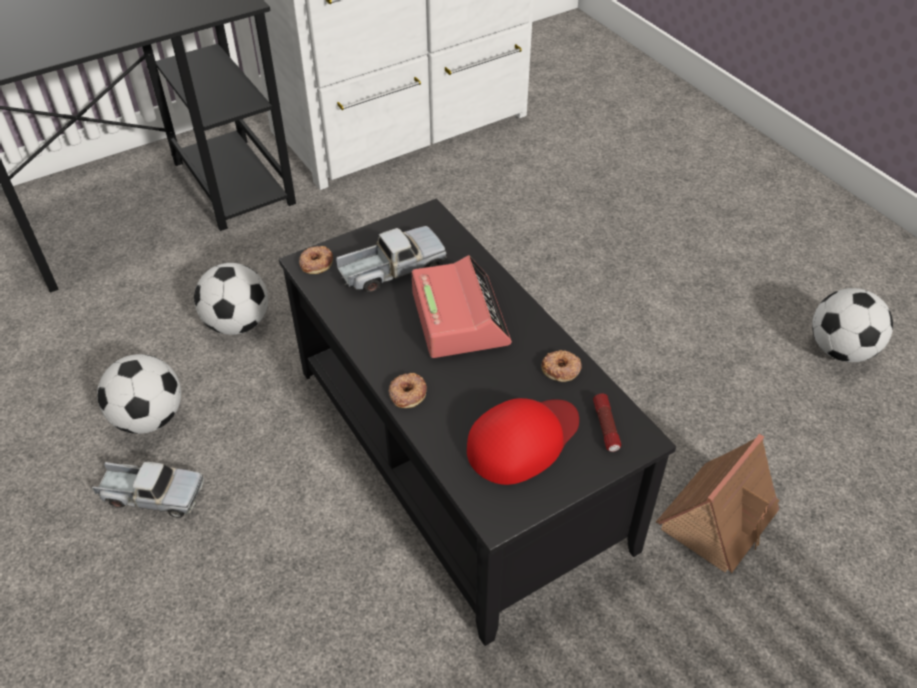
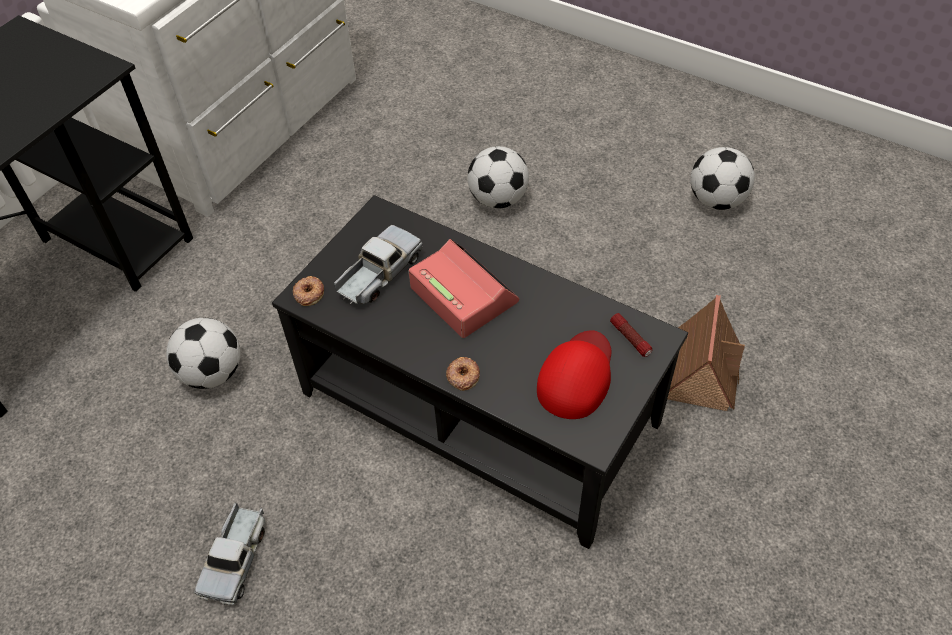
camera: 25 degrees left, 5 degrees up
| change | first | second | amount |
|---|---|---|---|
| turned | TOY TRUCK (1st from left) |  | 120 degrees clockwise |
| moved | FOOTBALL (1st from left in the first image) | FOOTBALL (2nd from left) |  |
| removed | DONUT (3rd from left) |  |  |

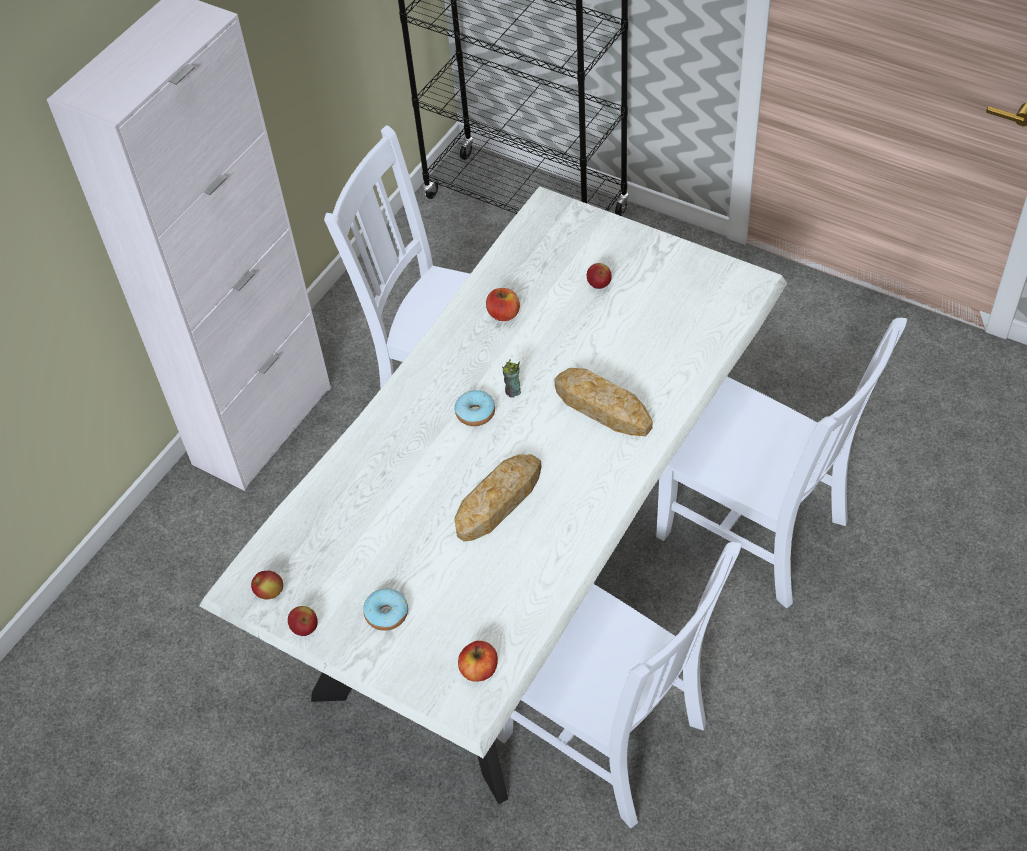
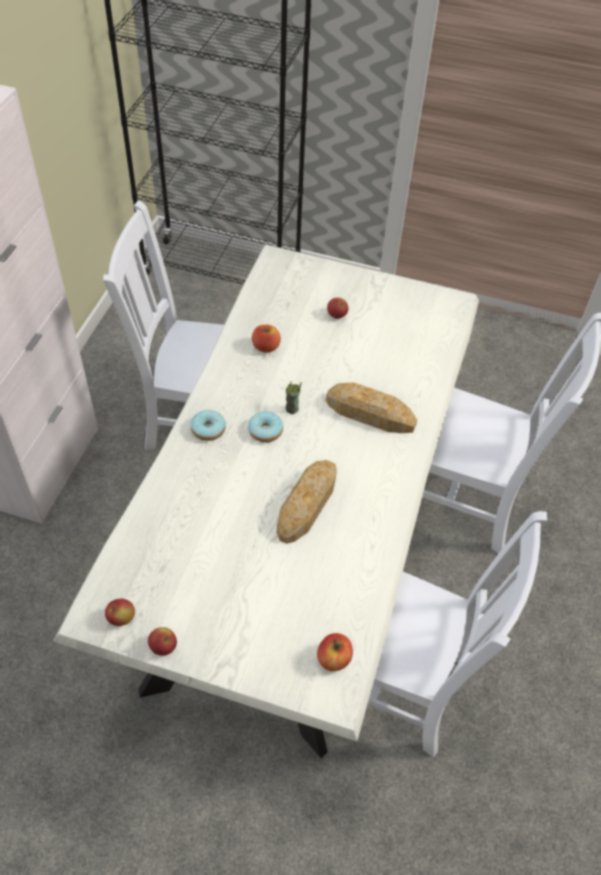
camera: 20 degrees left, 0 degrees up
| change | first | second | amount |
|---|---|---|---|
| moved | DONUT (1st from left) |  |  |

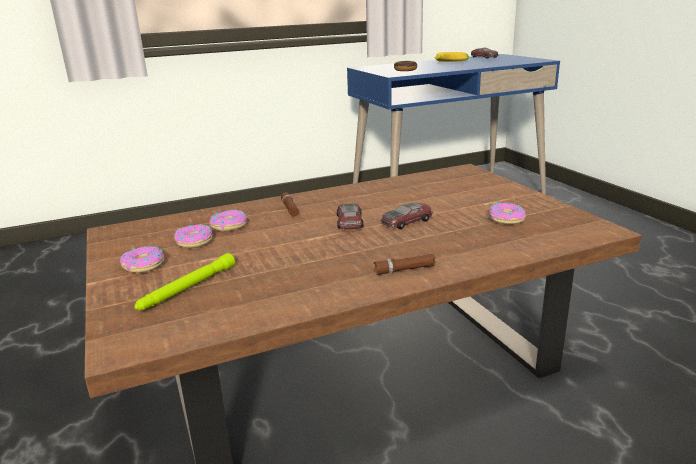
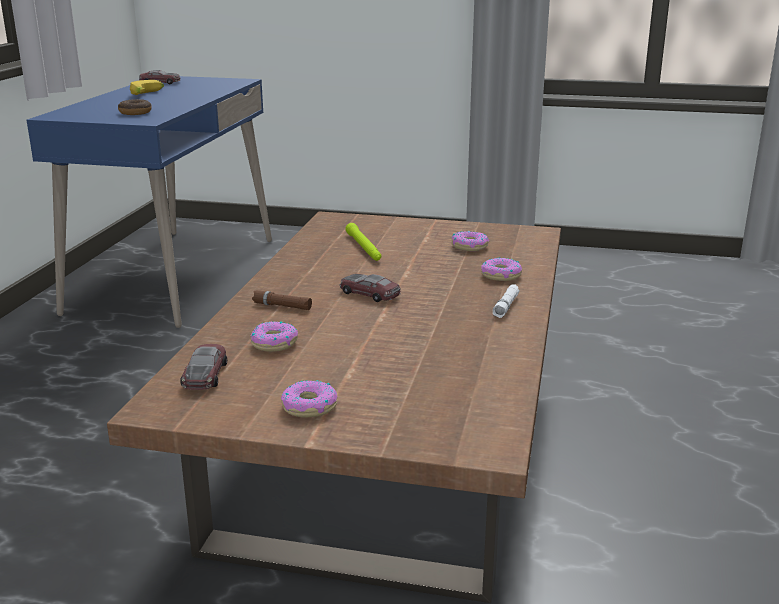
camera: 55 degrees left, 0 degrees up
| change | first | second | amount |
|---|---|---|---|
| moved | TOY CAR (2nd from left) |  |  |
| moved | GREEN FLASHLIGHT |  |  |
| moved | DONUT (2nd from left in the first image) | DONUT (5th from left) |  |
| recoloured | BROWN FLASHLIGHT (2nd from left) | WHITE FLASHLIGHT |  |

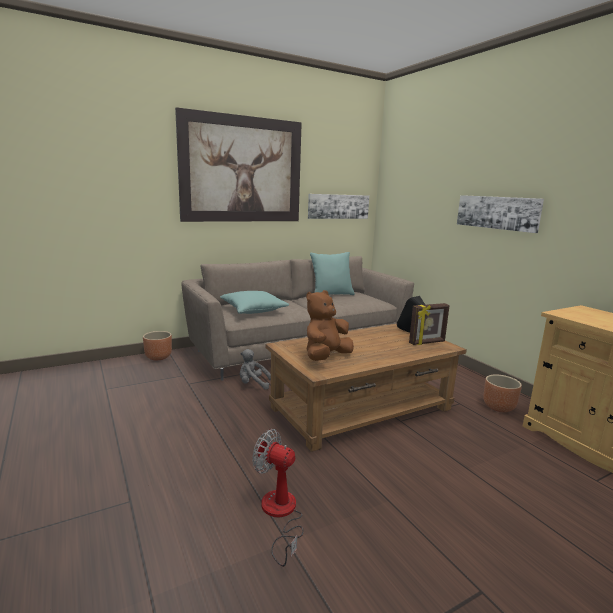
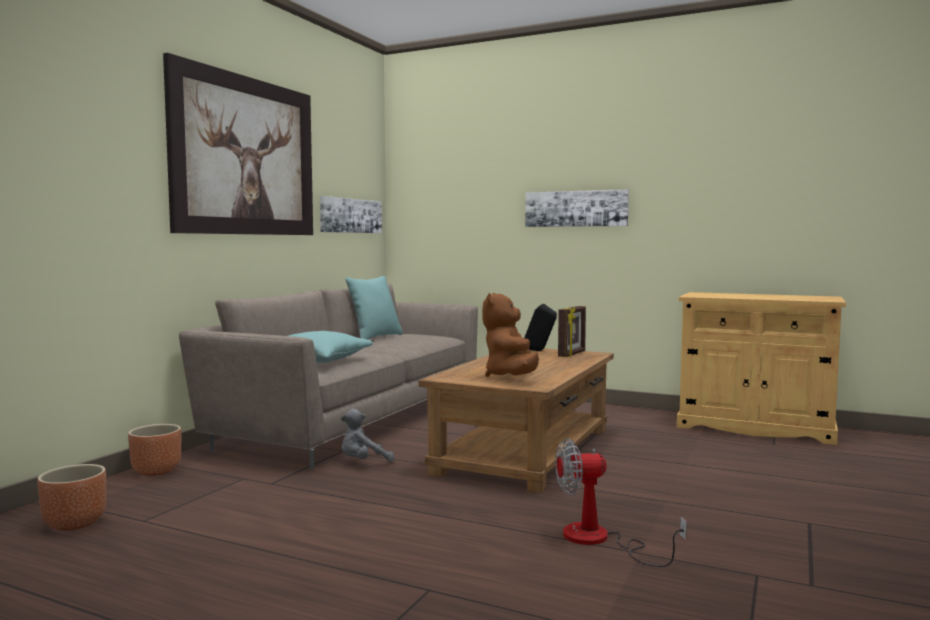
camera: 35 degrees left, 10 degrees down
| change | first | second | amount |
|---|---|---|---|
| moved | BROWN PLANTER (2nd from left in the first image) | BROWN PLANTER (1st from left) |  |

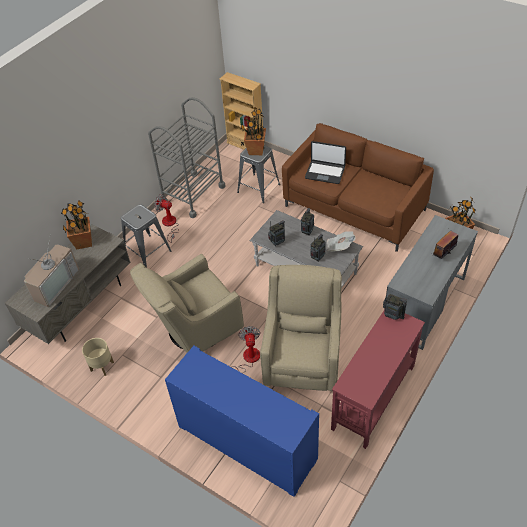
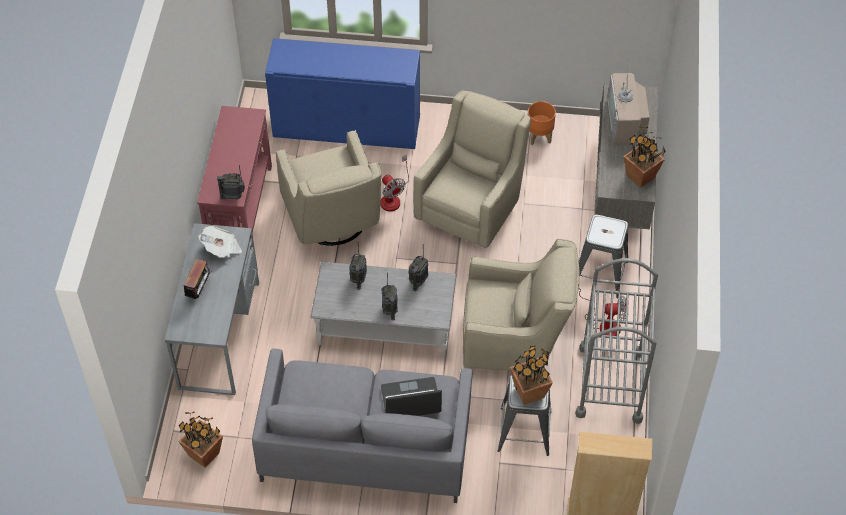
camera: 150 degrees right, 5 degrees up
| change | first | second | amount |
|---|---|---|---|
| moved | NEWSPAPER |  |  |
| recoloured | BROWN SOFA | GREY SOFA |  |
| added |  | BEIGE ARMCHAIR (3rd from left) |  |
| recoloured | BEIGE PLANTER | ORANGE PLANTER |  |

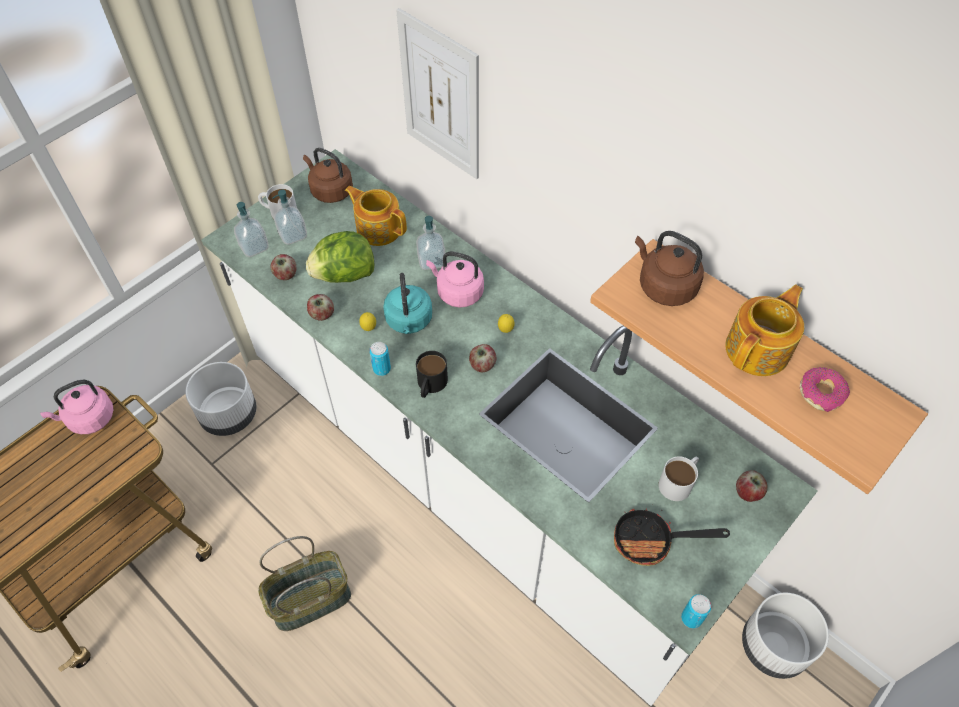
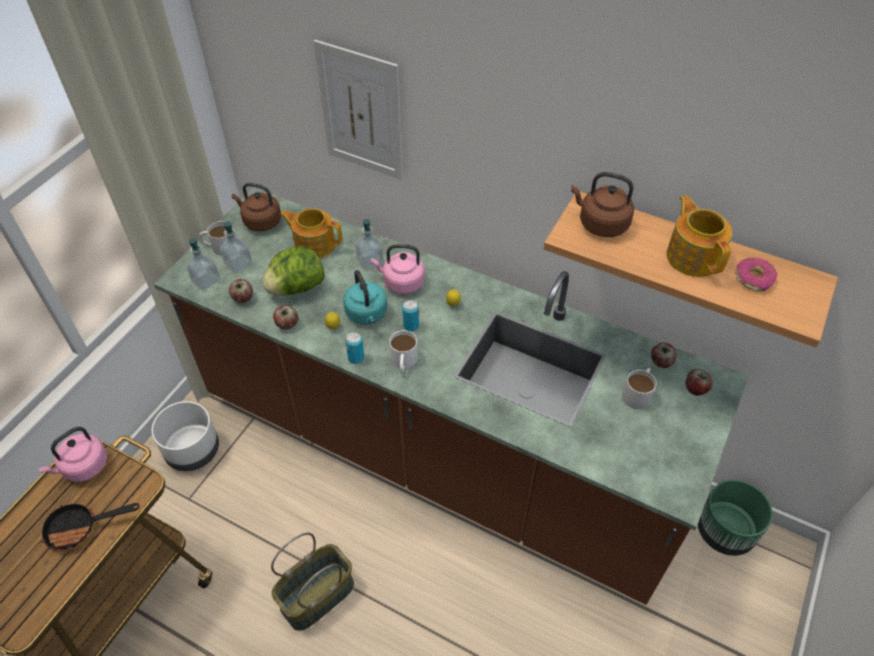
camera: 15 degrees left, 5 degrees down
| change | first | second | amount |
|---|---|---|---|
| moved | FRYING PAN |  |  |
| recoloured | WHITE COUNTER | BROWN COUNTER |  |
| recoloured | BLACK MUG | WHITE MUG (2nd from left) |  |
| moved | CAN (2nd from left) |  |  |
| moved | APPLE (3rd from left) |  |  |
| turned | TEAPOT (2nd from left) |  | 45 degrees counterclockwise |
| recoloured | WHITE PLANTER (2nd from left) | GREEN PLANTER |  |

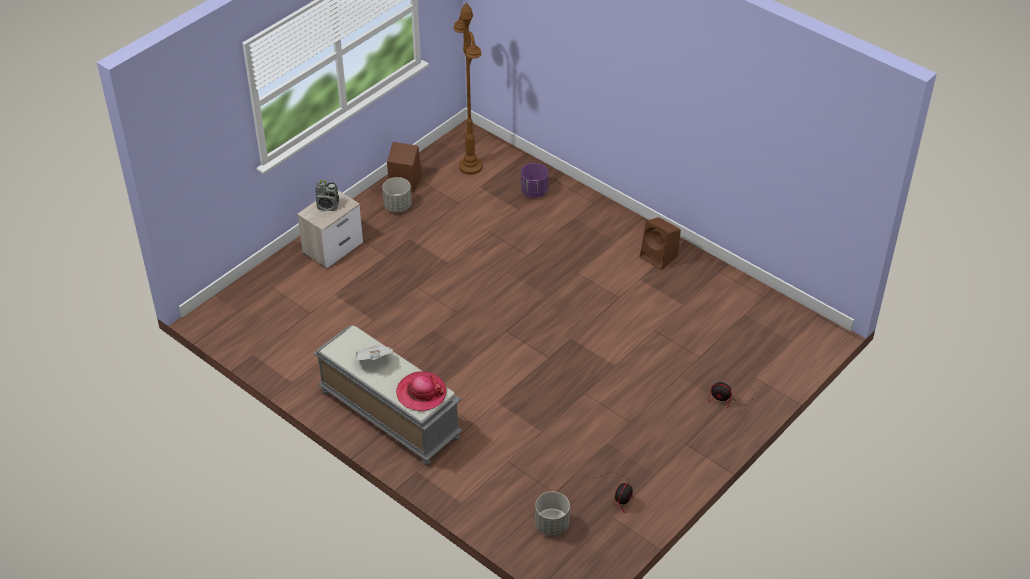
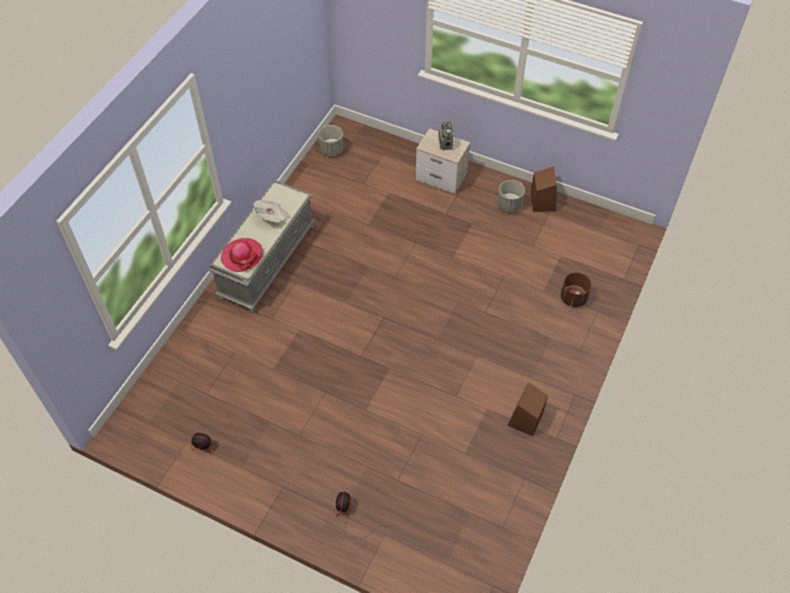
camera: 75 degrees right, 10 degrees up
| change | first | second | amount |
|---|---|---|---|
| moved | GREY PLANTER (2nd from left in the first image) | GREY PLANTER (1st from left) |  |
| recoloured | PURPLE PLANTER | BROWN PLANTER |  |
| removed | BROWN FLOOR LAMP |  |  |

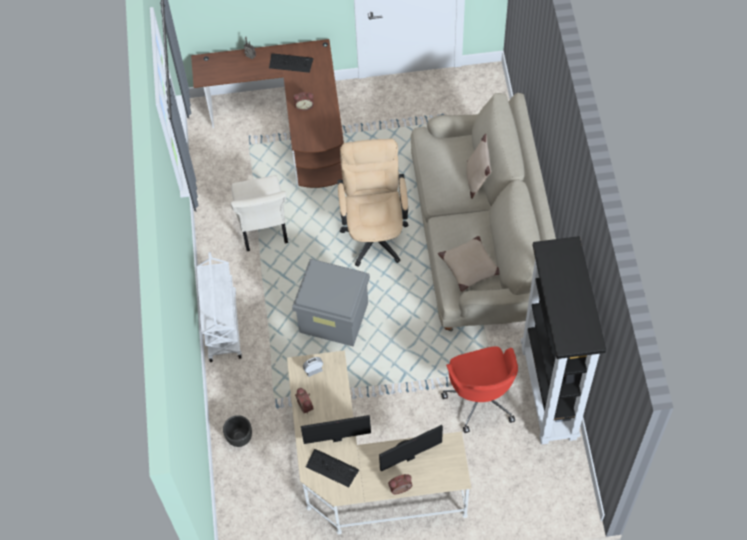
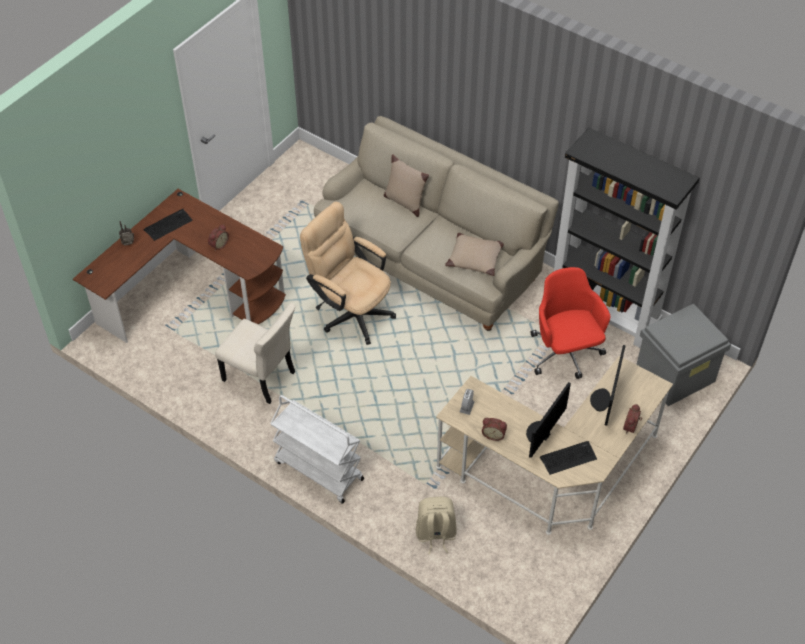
camera: 50 degrees left, 10 degrees down
| change | first | second | amount |
|---|---|---|---|
| replaced | BLACK PLANTER | BEIGE BACKPACK |  |
| turned | RED OFFICE CHAIR |  | 135 degrees counterclockwise |
| moved | GREY STORAGE BOX |  |  |

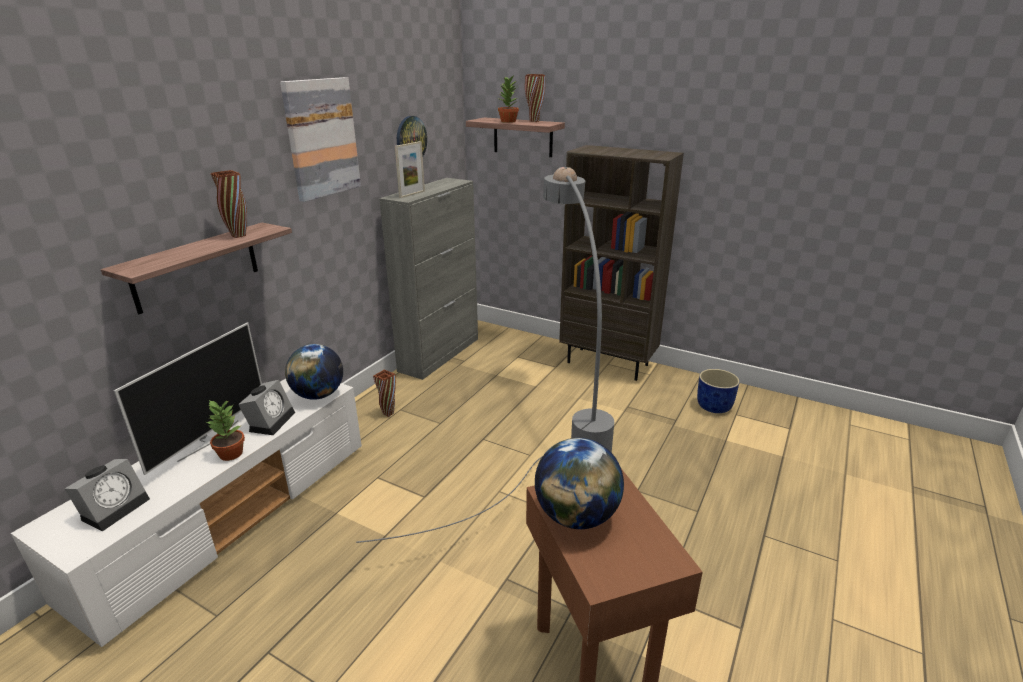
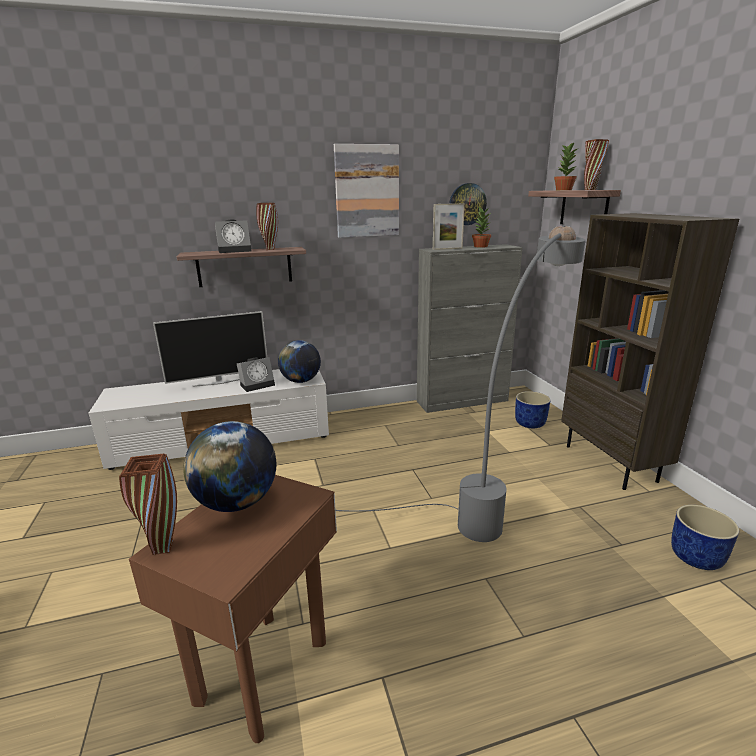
camera: 45 degrees right, 5 degrees down
| change | first | second | amount |
|---|---|---|---|
| moved | BROWN VASE (2nd from left in the first image) | BROWN VASE (1st from left) |  |
| moved | ALARM CLOCK (1st from left) |  |  |
| moved | POTTED PLANT (1st from left) |  |  |
| added |  | BLUE PLANTER (1st from left) |  |

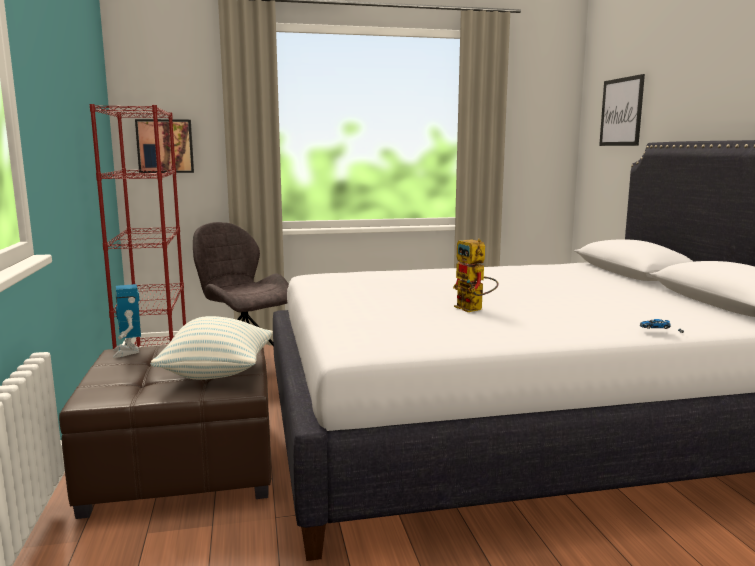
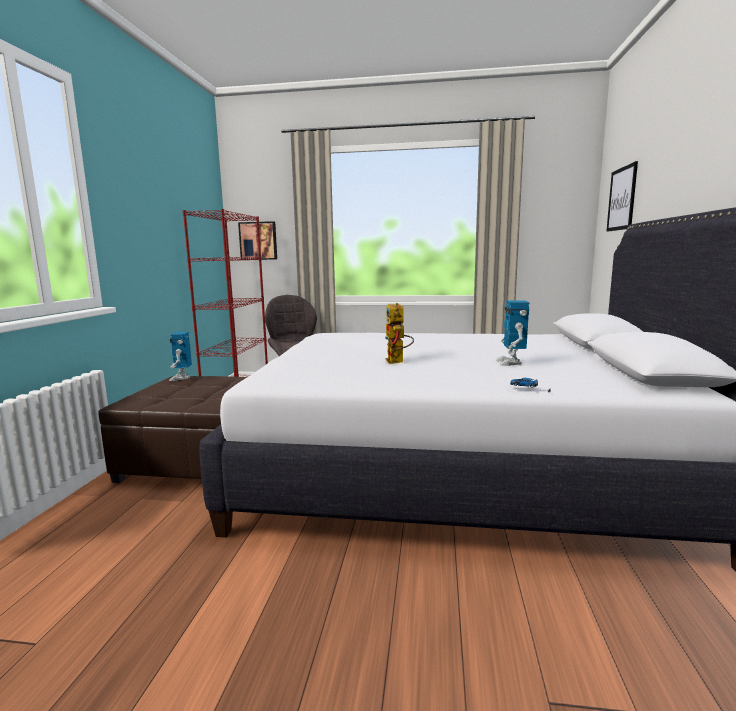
camera: 20 degrees right, 0 degrees up
| change | first | second | amount |
|---|---|---|---|
| added |  | TOY ROBOT (3rd from left) |  |
| removed | PILLOW |  |  |

